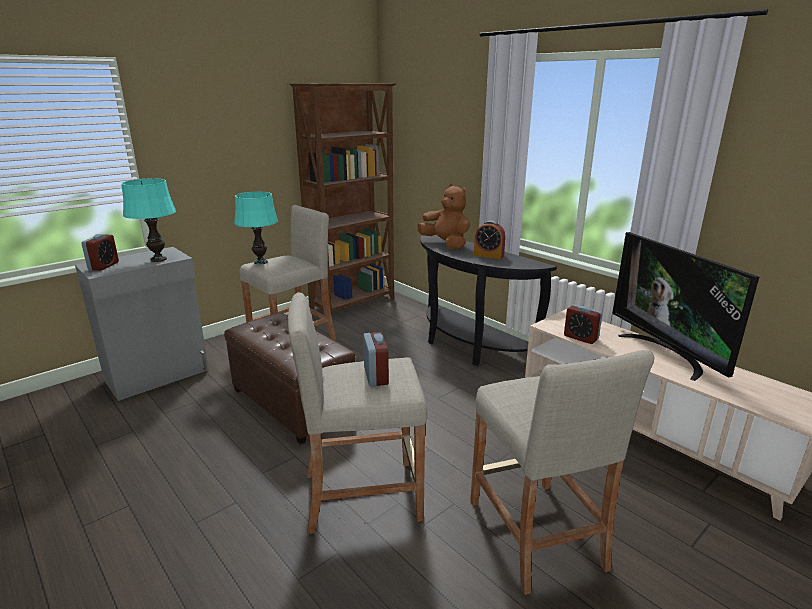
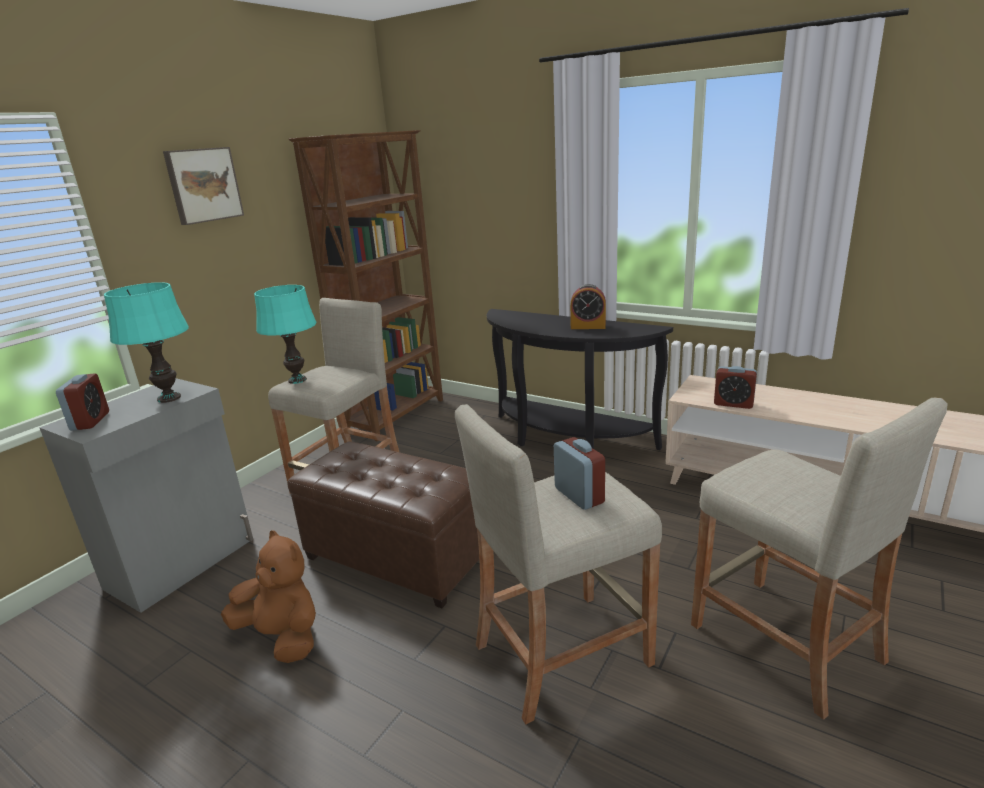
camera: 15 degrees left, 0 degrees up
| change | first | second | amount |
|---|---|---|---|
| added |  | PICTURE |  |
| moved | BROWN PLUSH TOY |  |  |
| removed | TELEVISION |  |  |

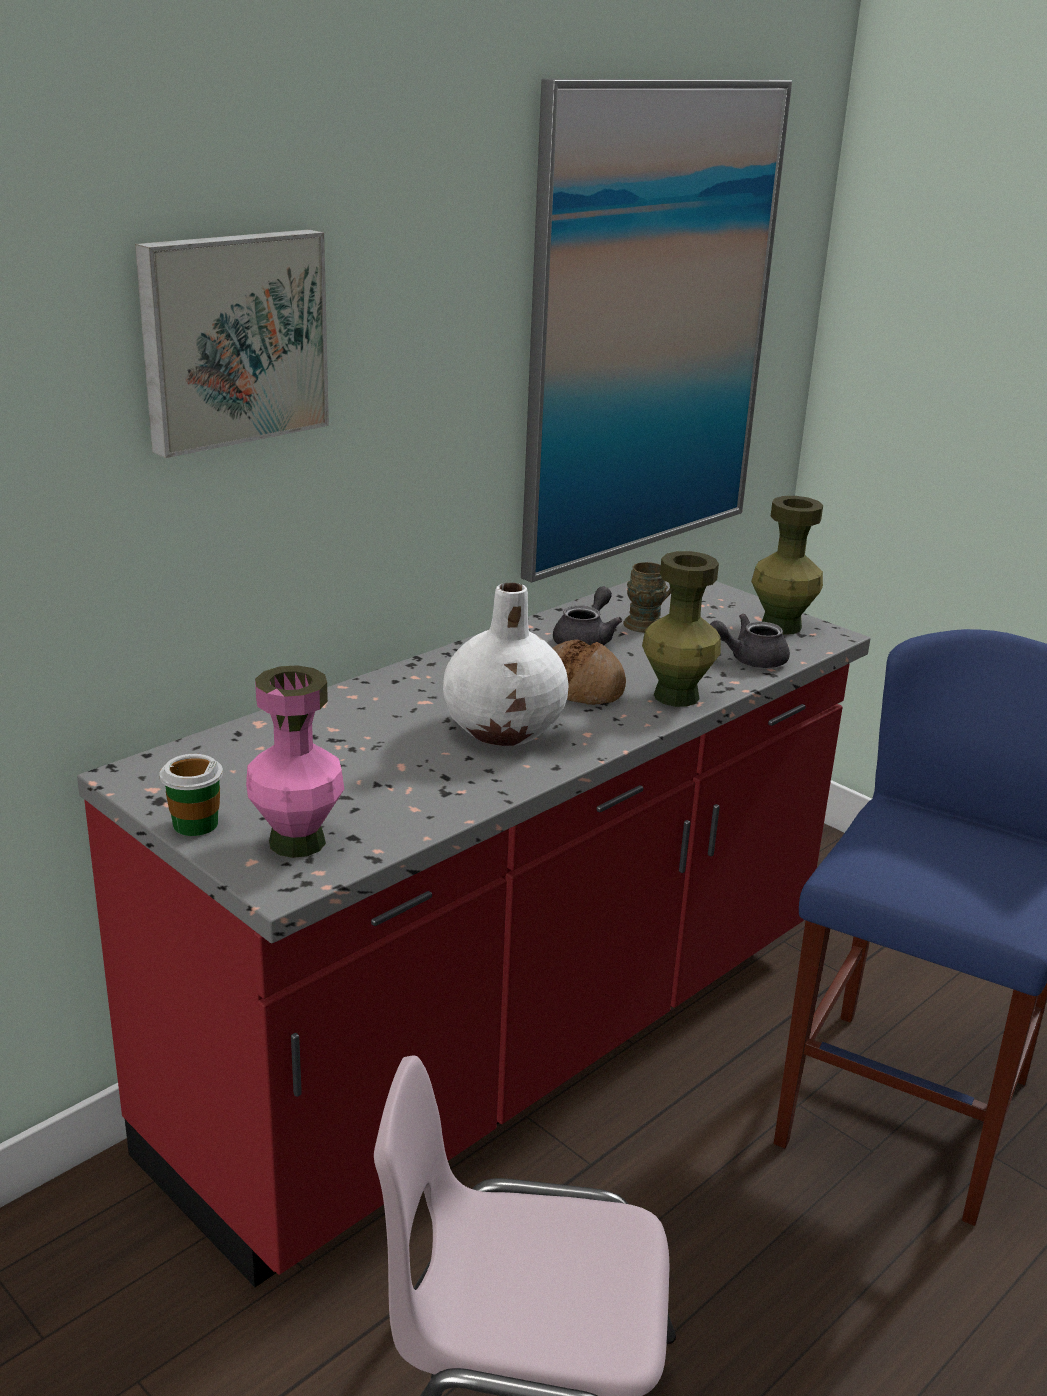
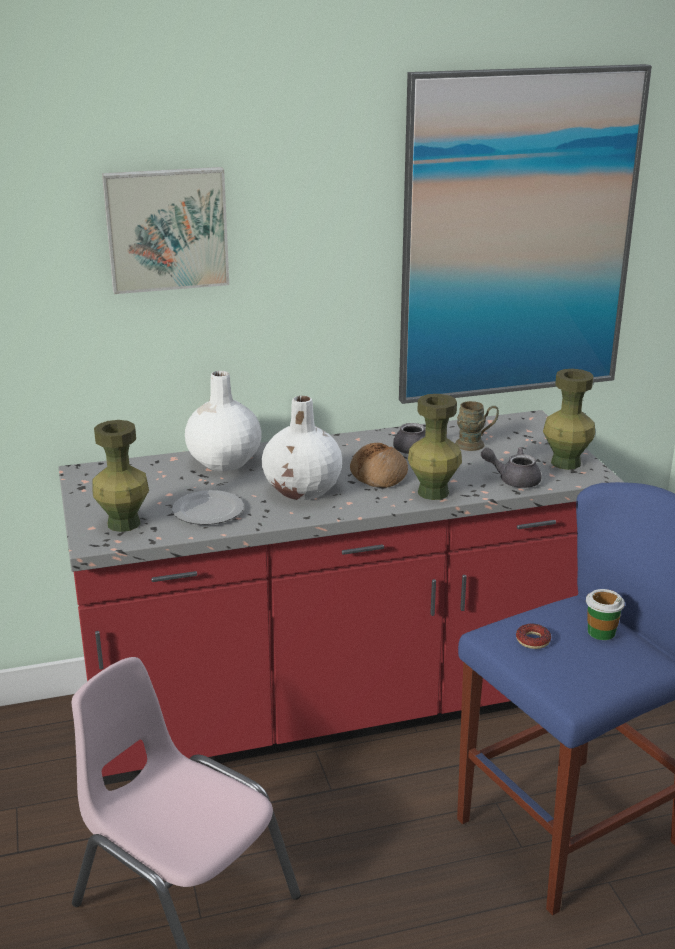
camera: 30 degrees right, 0 degrees up
| change | first | second | amount |
|---|---|---|---|
| recoloured | PINK VASE | GREEN VASE (1st from left) |  |
| added |  | PLATE |  |
| added |  | WHITE VASE (1st from left) |  |
| added |  | DONUT |  |
| moved | CUP |  |  |

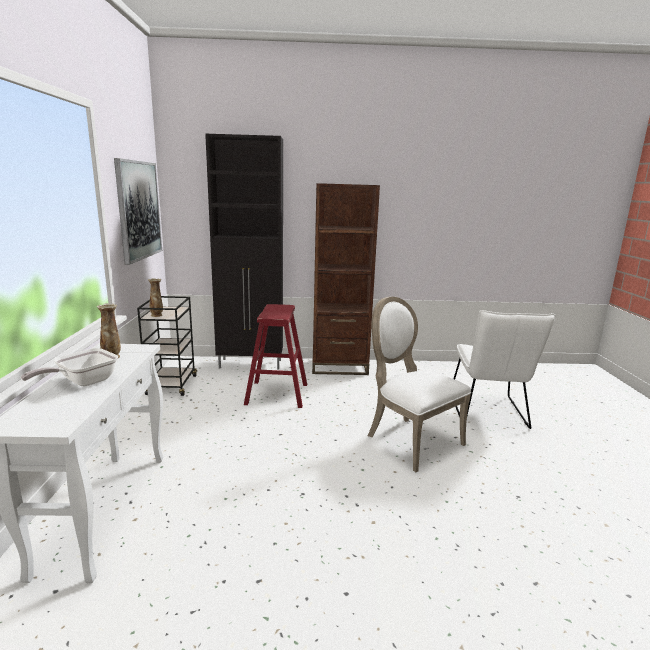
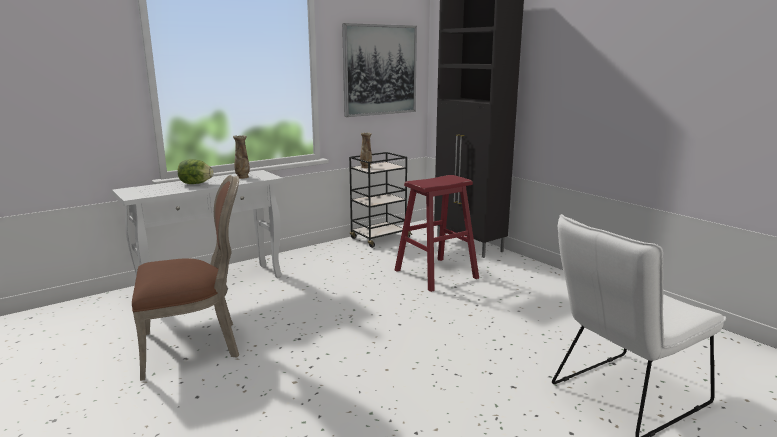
camera: 55 degrees right, 0 degrees up
| change | first | second | amount |
|---|---|---|---|
| added |  | BROWN CHAIR |  |
| replaced | FRYING PAN | LETTUCE |  |
| removed | BROWN BOOKCASE |  |  |
| removed | WHITE CHAIR (1st from left) |  |  |

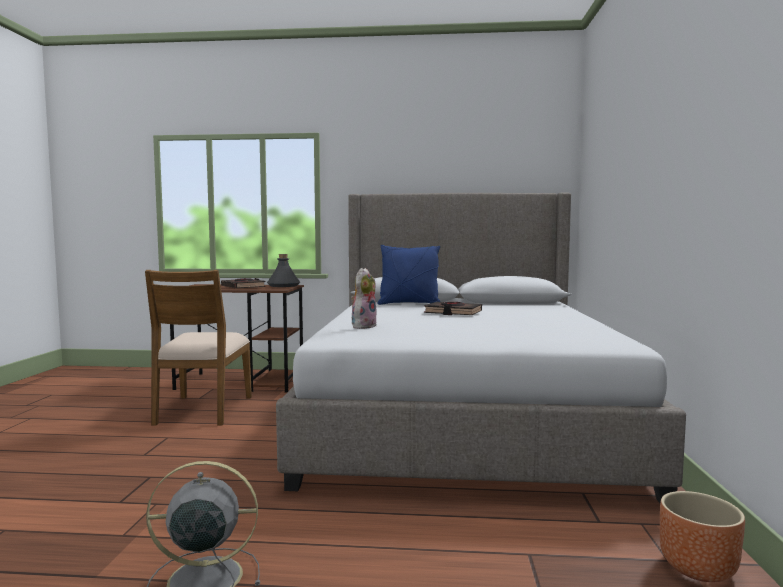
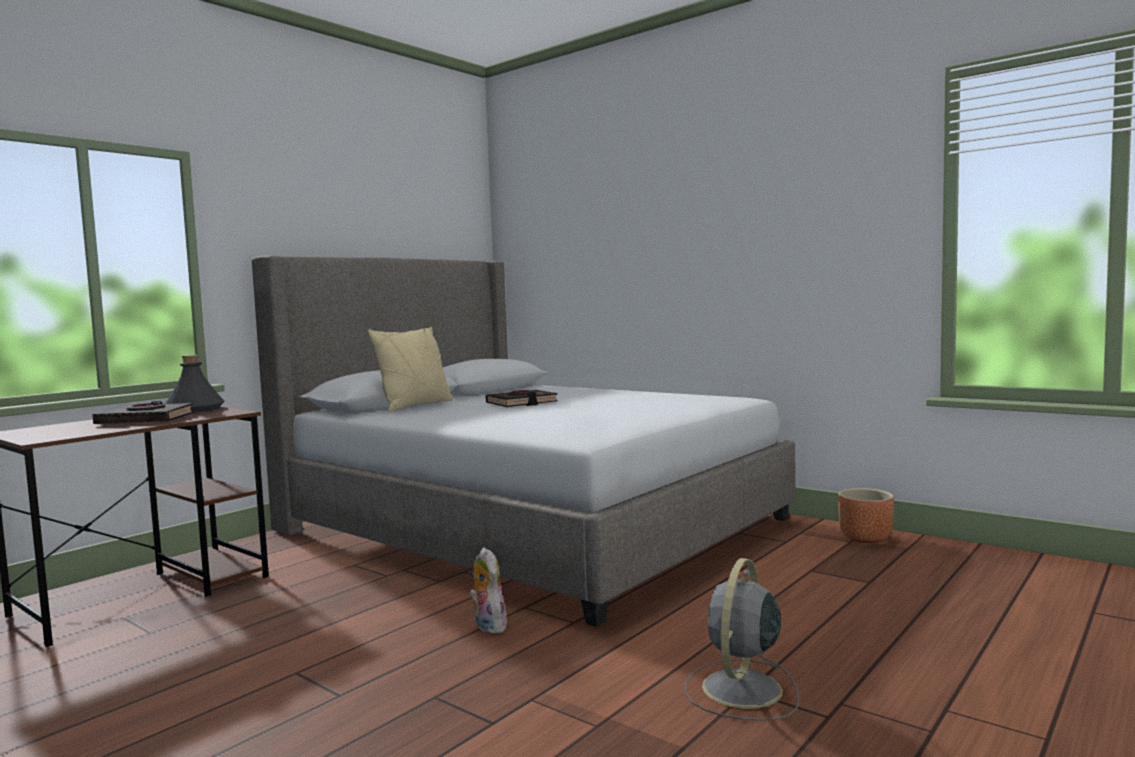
camera: 55 degrees left, 0 degrees up
| change | first | second | amount |
|---|---|---|---|
| recoloured | BLUE PILLOW | BEIGE PILLOW |  |
| moved | PLUSH TOY |  |  |
| removed | BROWN CHAIR |  |  |

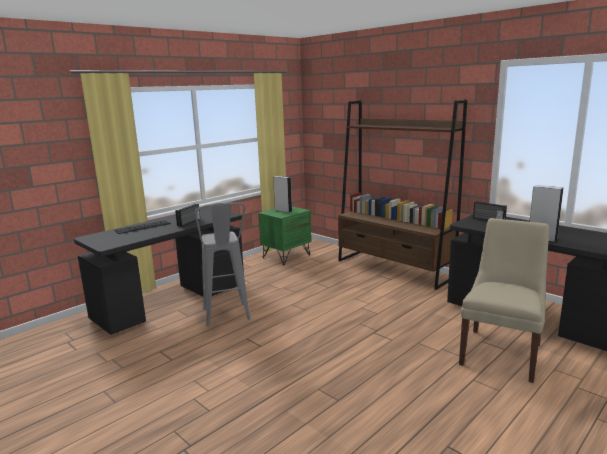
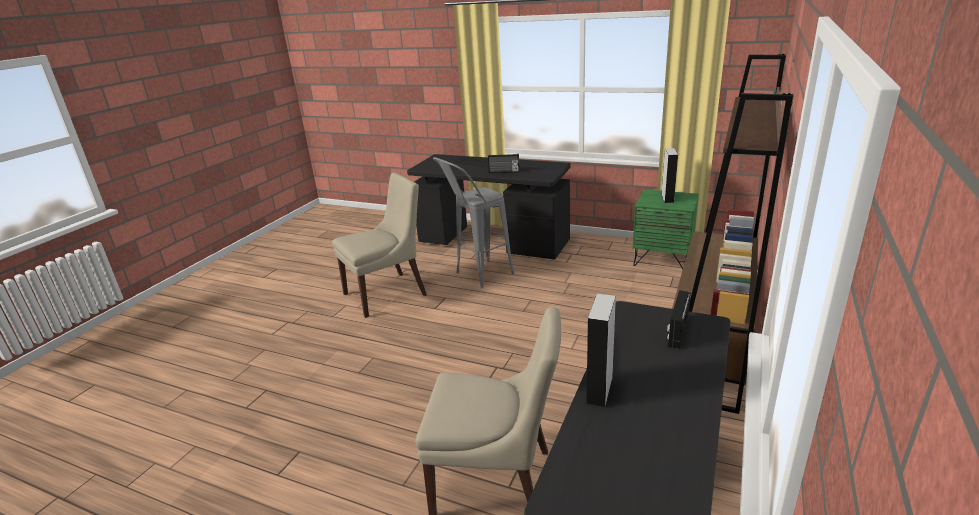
camera: 70 degrees right, 10 degrees up
| change | first | second | amount |
|---|---|---|---|
| added |  | BEIGE CHAIR (1st from left) |  |

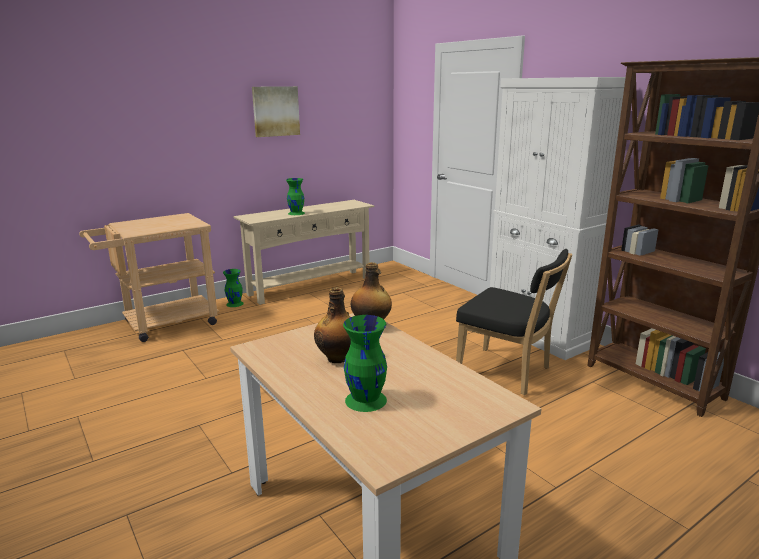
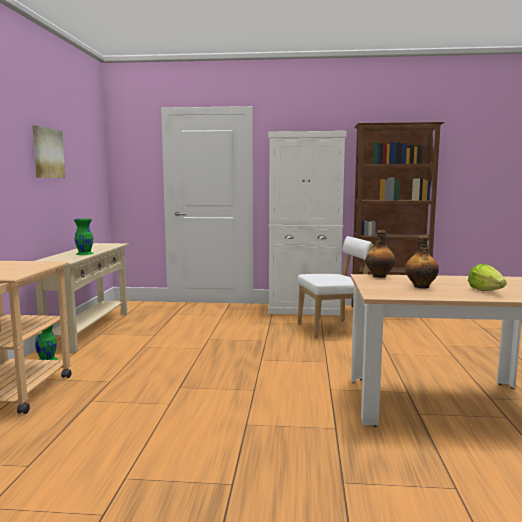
camera: 50 degrees left, 10 degrees down
| change | first | second | amount |
|---|---|---|---|
| recoloured | BLACK CHAIR | WHITE CHAIR |  |
| replaced | GREEN VASE (3rd from left) | LETTUCE |  |

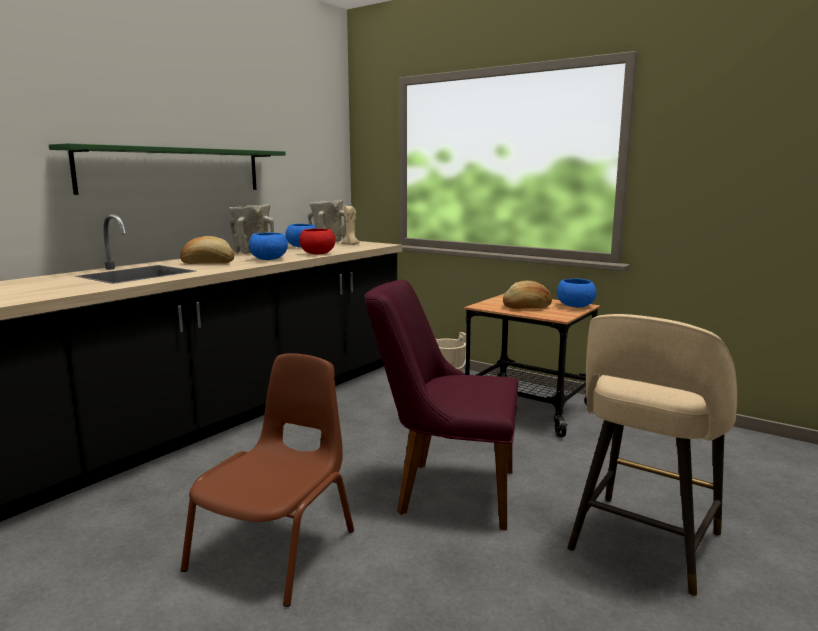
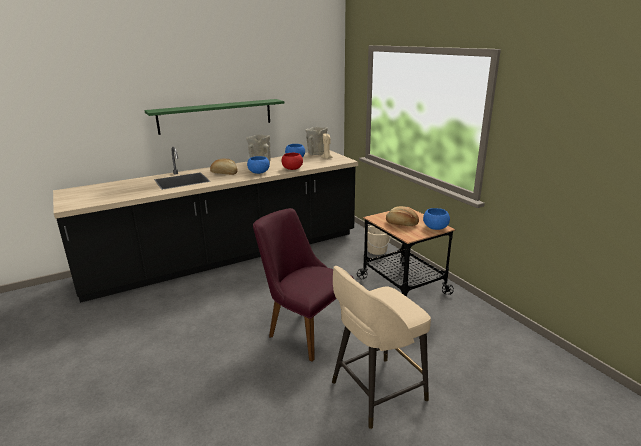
camera: 25 degrees right, 10 degrees up
| change | first | second | amount |
|---|---|---|---|
| removed | BROWN CHAIR |  |  |

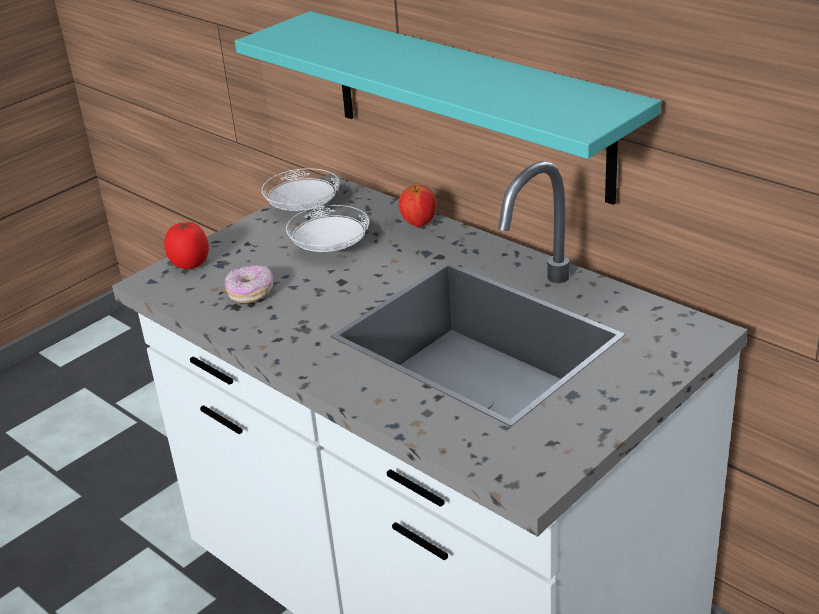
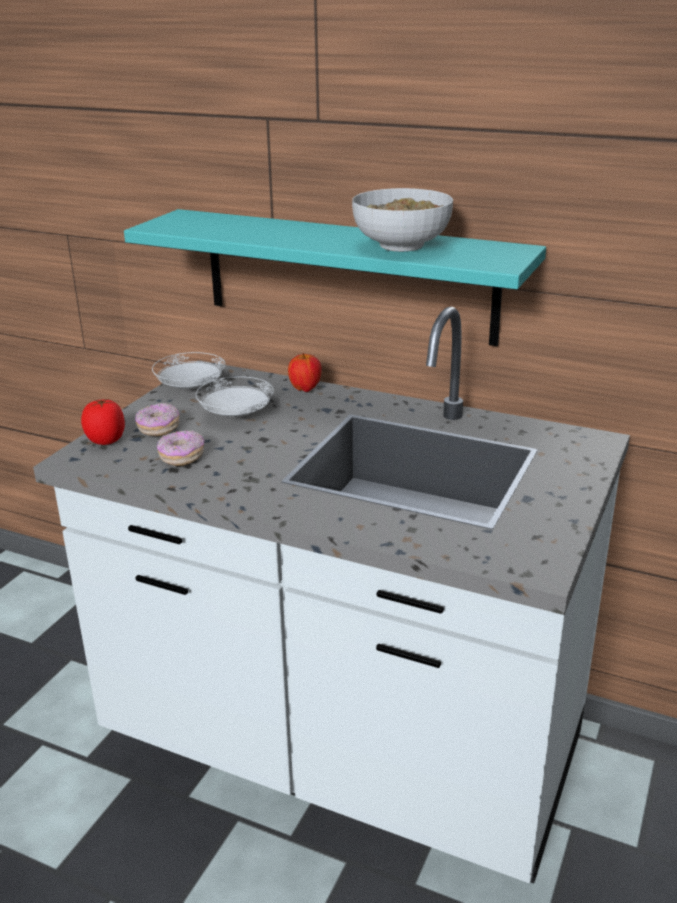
camera: 20 degrees left, 5 degrees down
| change | first | second | amount |
|---|---|---|---|
| added |  | DONUT (1st from left) |  |
| added |  | BOWL |  |

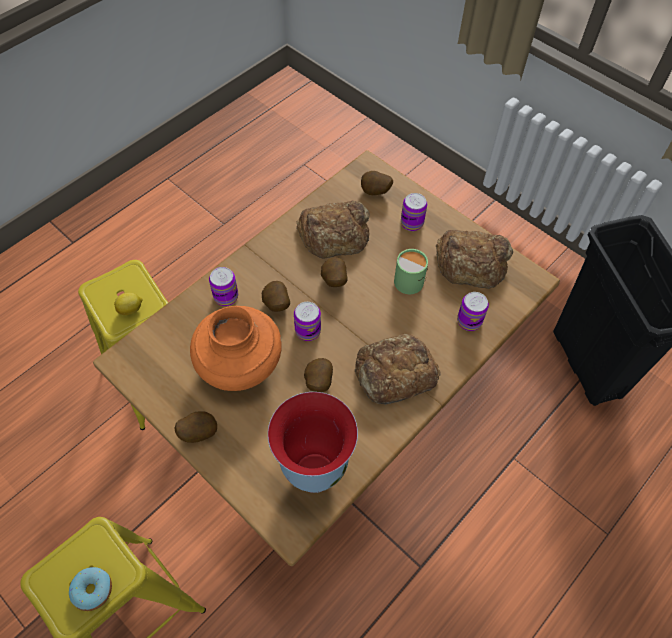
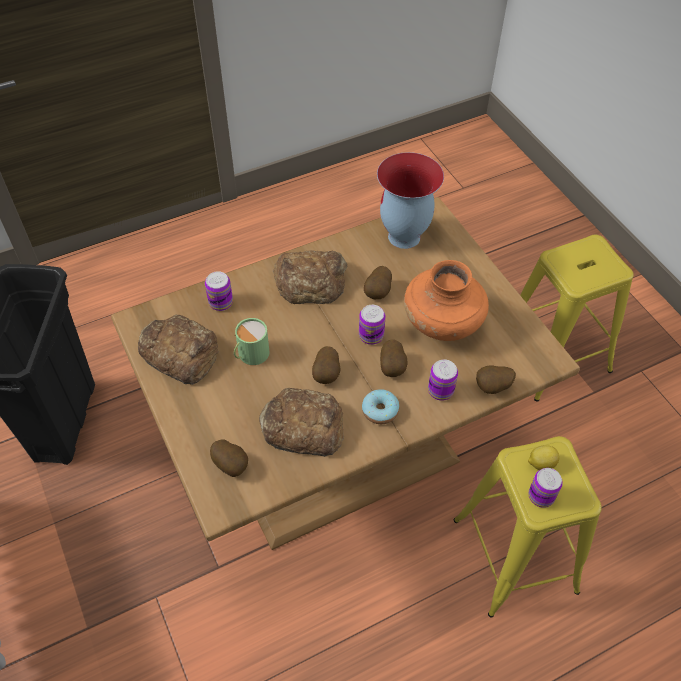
camera: 160 degrees left, 5 degrees down
| change | first | second | amount |
|---|---|---|---|
| moved | DONUT |  |  |
| moved | POTATO (1st from left in the first image) | POTATO (5th from left) |  |
| moved | CAN (3rd from left in the first image) | CAN (4th from left) |  |

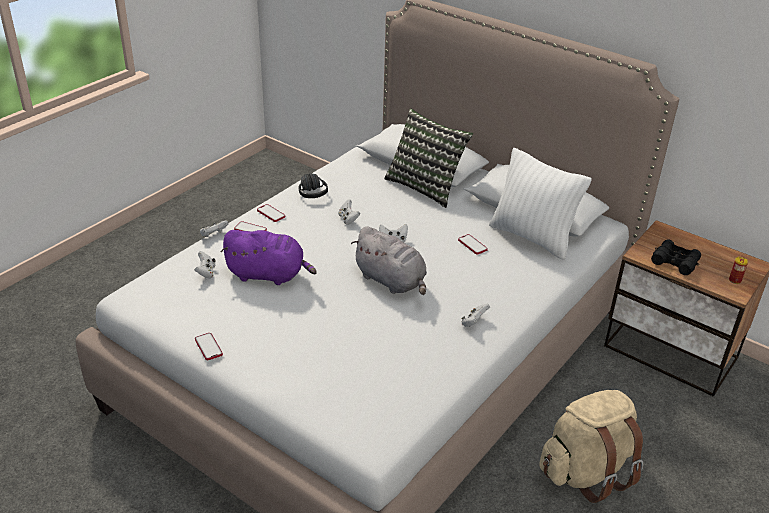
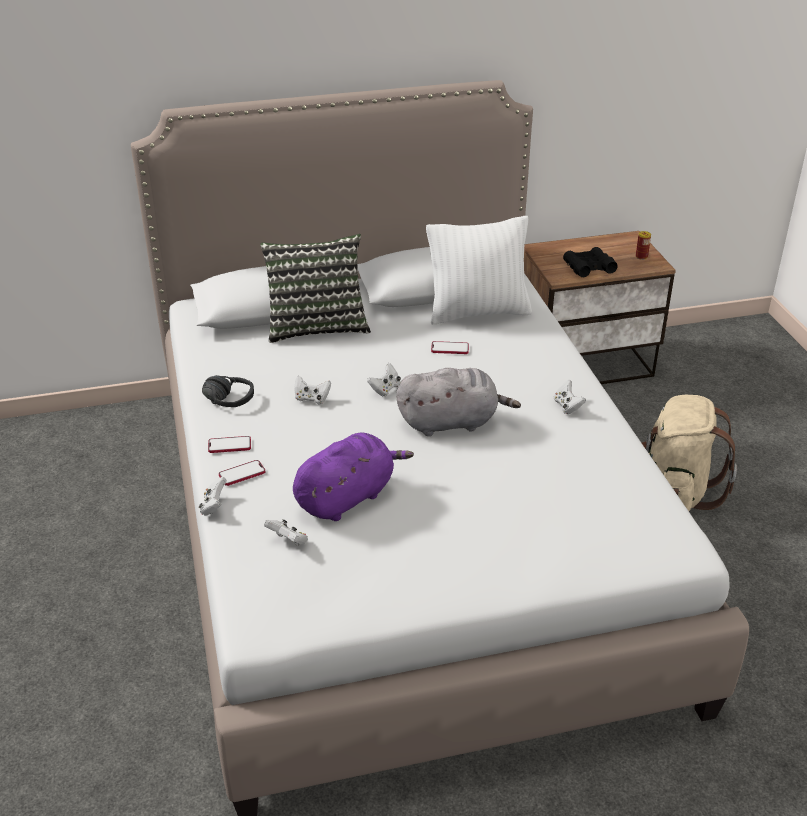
camera: 50 degrees left, 0 degrees up
| change | first | second | amount |
|---|---|---|---|
| removed | PHONE (1st from left) |  |  |

